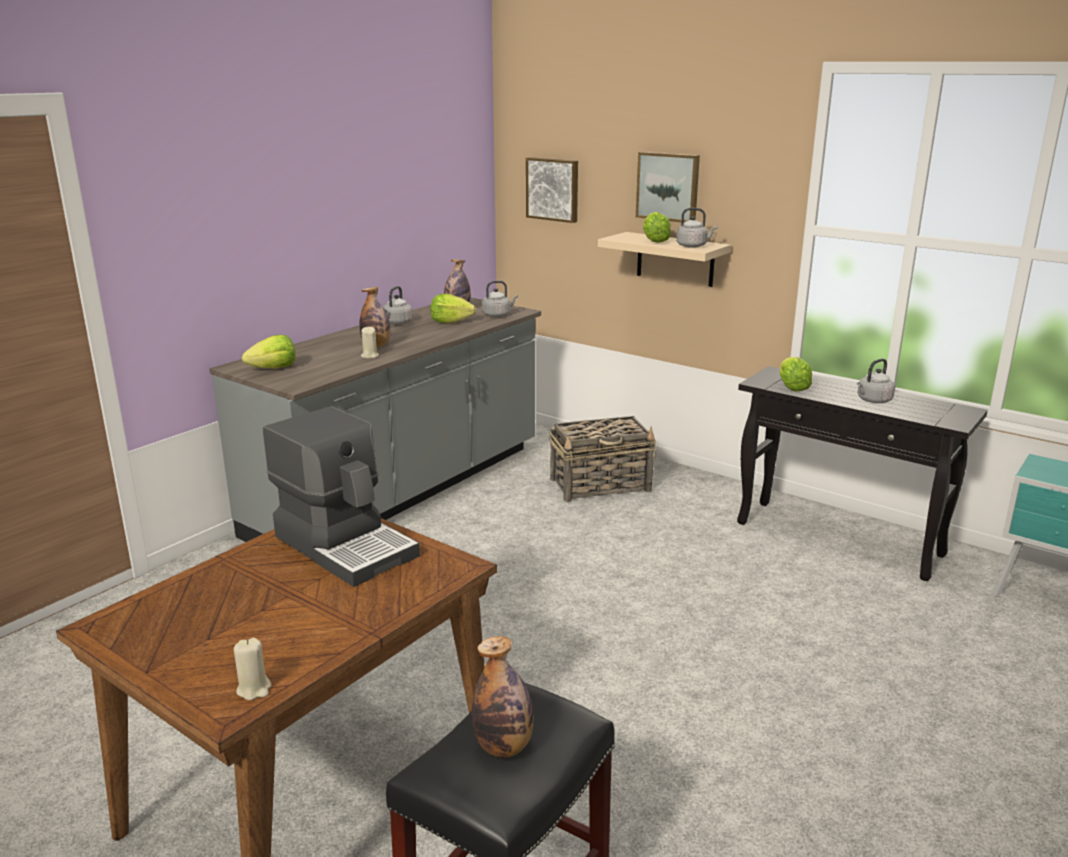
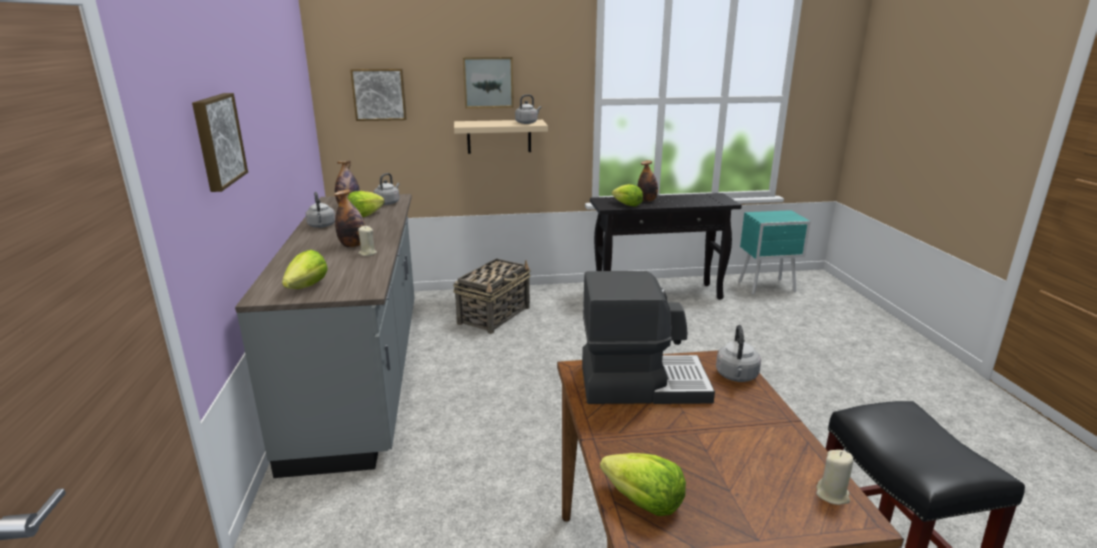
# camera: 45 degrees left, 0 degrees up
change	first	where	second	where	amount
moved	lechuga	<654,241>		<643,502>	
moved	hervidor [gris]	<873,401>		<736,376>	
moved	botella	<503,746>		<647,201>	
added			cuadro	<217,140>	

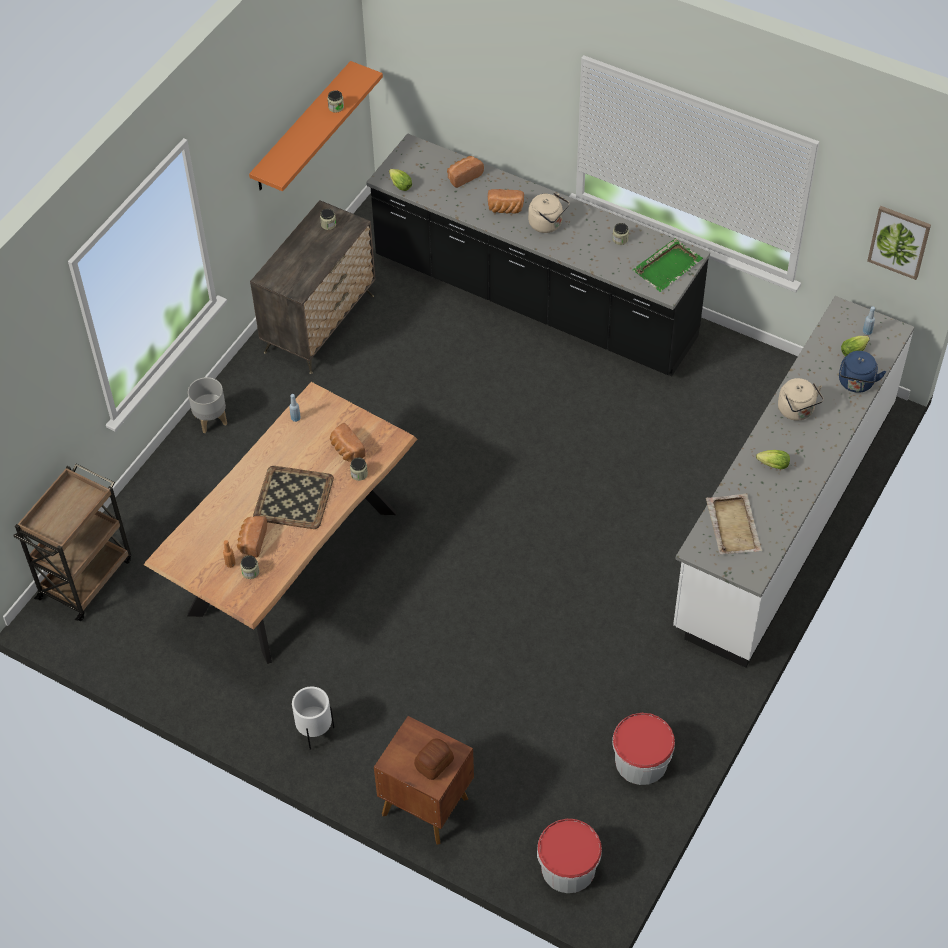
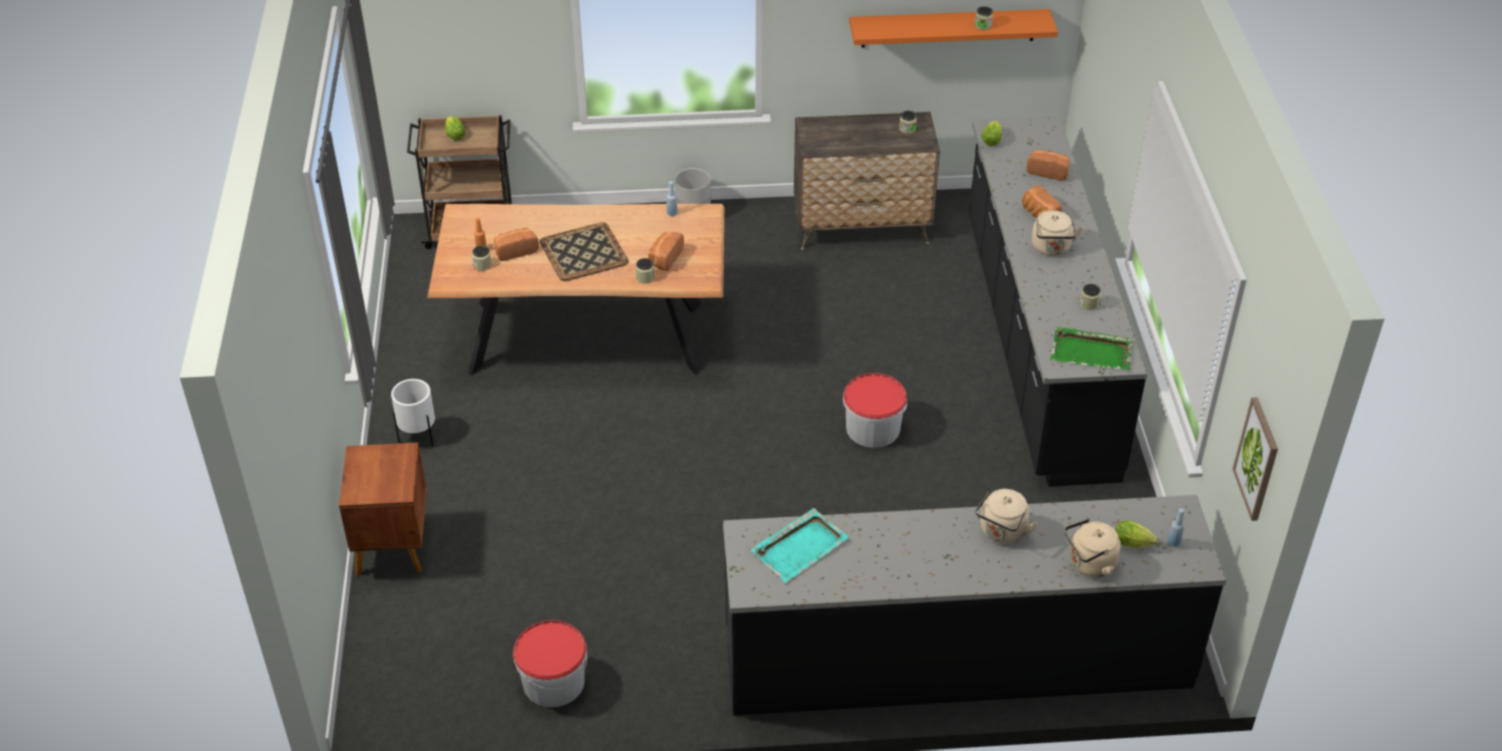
# camera: 55 degrees right, 10 degrees down
change	first	where	second	where	amount
recoloured	mueble bajo de cocina [blanco]	<784,515>	mueble bajo de cocina [negro]	<956,659>	
recoloured	hervidor [azul]	<856,384>	hervidor [beis]	<1089,564>	
moved	lechuga	<771,465>		<454,134>	
recoloured	bandeja [beis]	<733,525>	bandeja [turquesa]	<800,547>	
removed	pan	<433,763>			
moved	cubo	<568,868>		<873,428>	

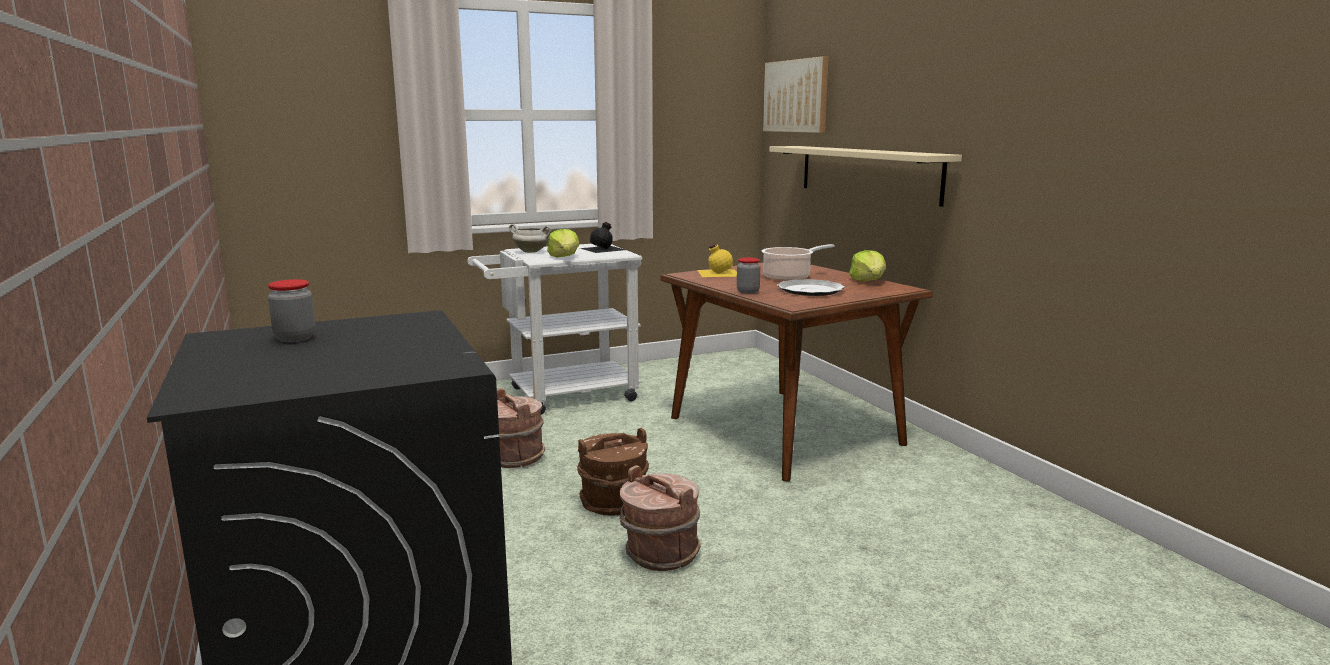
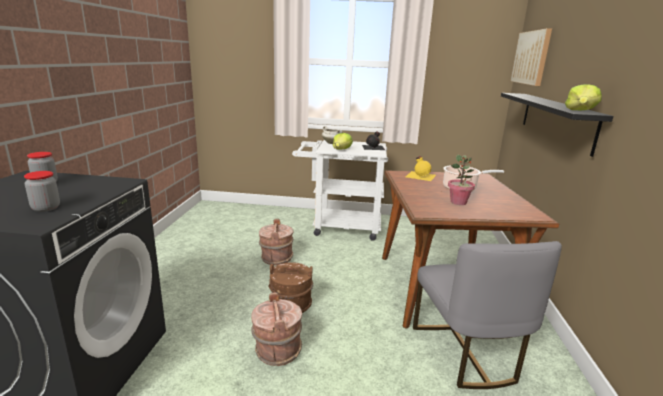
# camera: 30 degrees right, 5 degrees up
change	first	where	second	where	amount
recoloured	estante [beis]	<867,173>	estante [negro]	<555,120>	
moved	lechuga	<868,281>		<580,111>	
moved	tarro	<748,291>		<46,208>	
replaced	plato	<811,290>	planta en maceta	<458,202>	
added			silla [gris]	<467,353>	

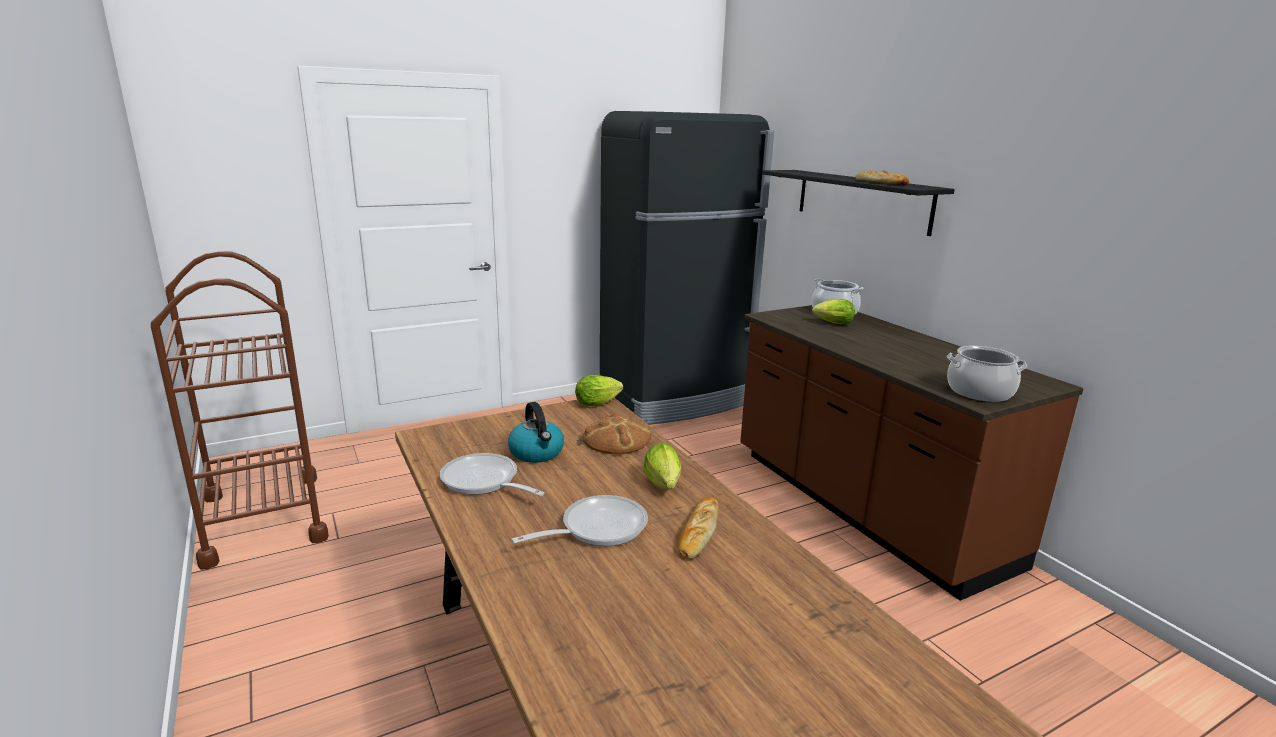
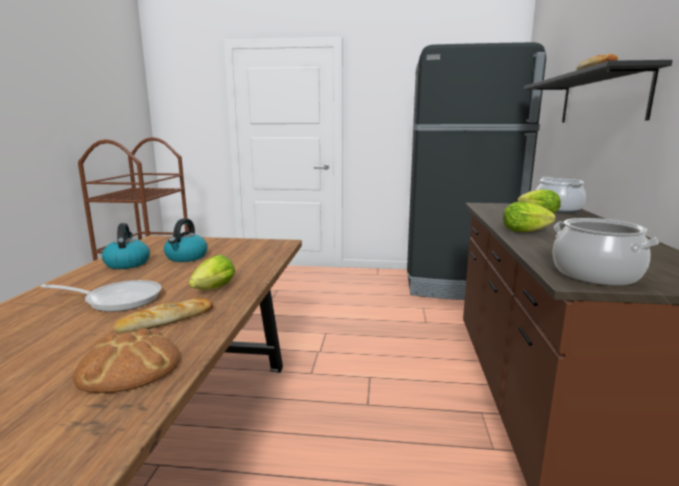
# camera: 35 degrees right, 5 degrees down
change	first	where	second	where	amount
moved	lechuga	<599,403>		<527,231>	
moved	pan	<616,440>		<129,367>	
replaced	sartén	<484,482>	hervidor	<127,263>	

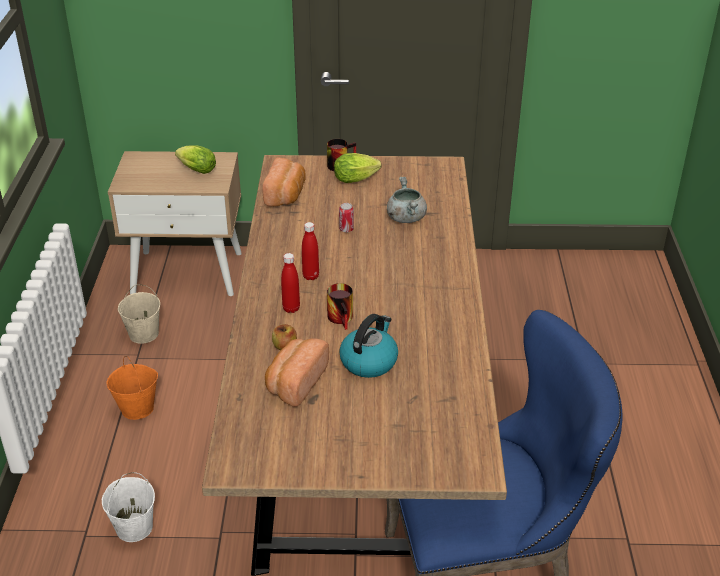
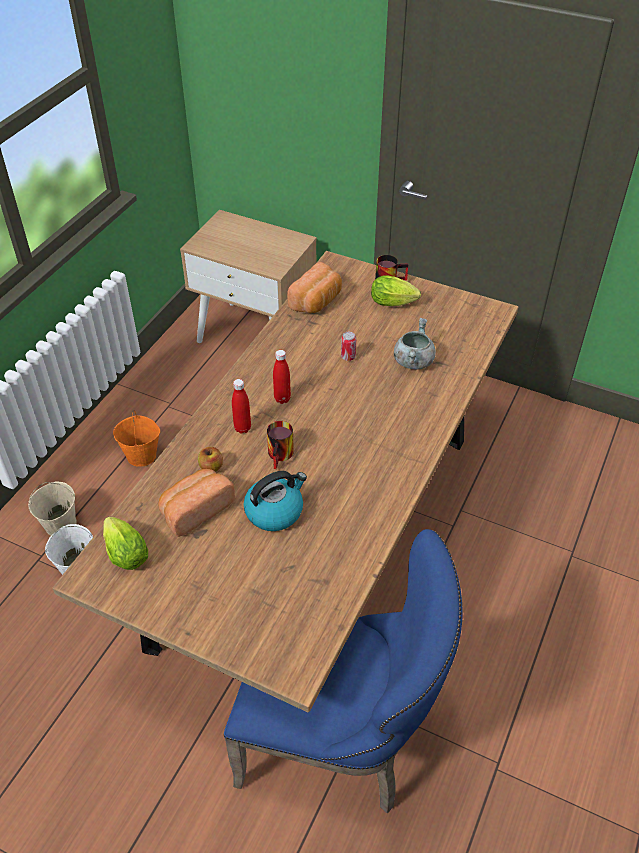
# camera: 25 degrees right, 10 degrees up
change	first	where	second	where	amount
moved	lechuga	<195,170>		<124,552>	
moved	cubo [beis]	<143,334>		<60,524>	

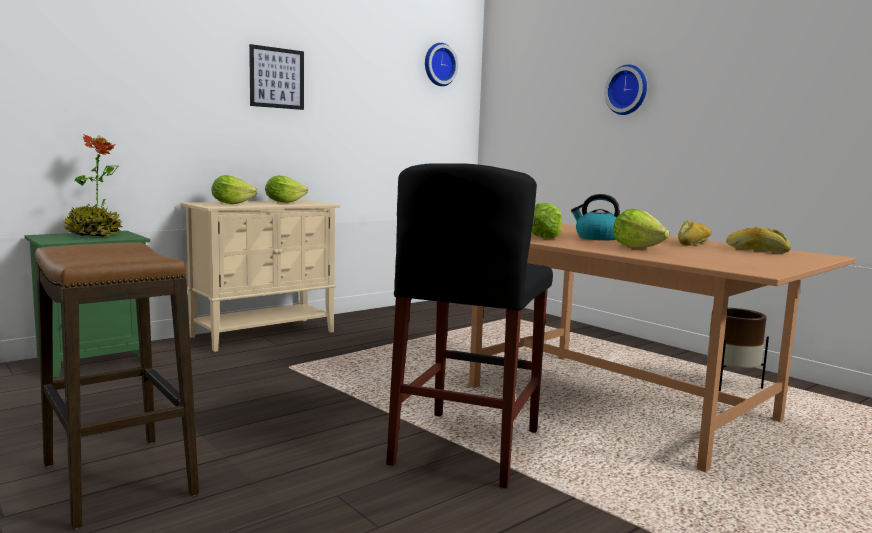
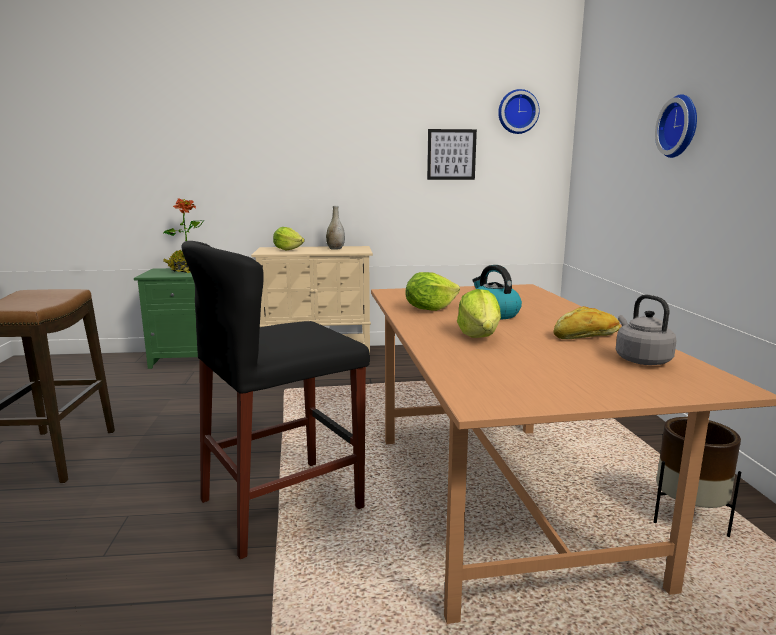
# camera: 35 degrees right, 5 degrees up
change	first	where	second	where	amount
moved	cuadro	<277,78>		<451,154>	
replaced	lechuga	<284,202>	florero [gris]	<335,249>	
replaced	pan	<756,250>	hervidor [gris]	<640,359>	

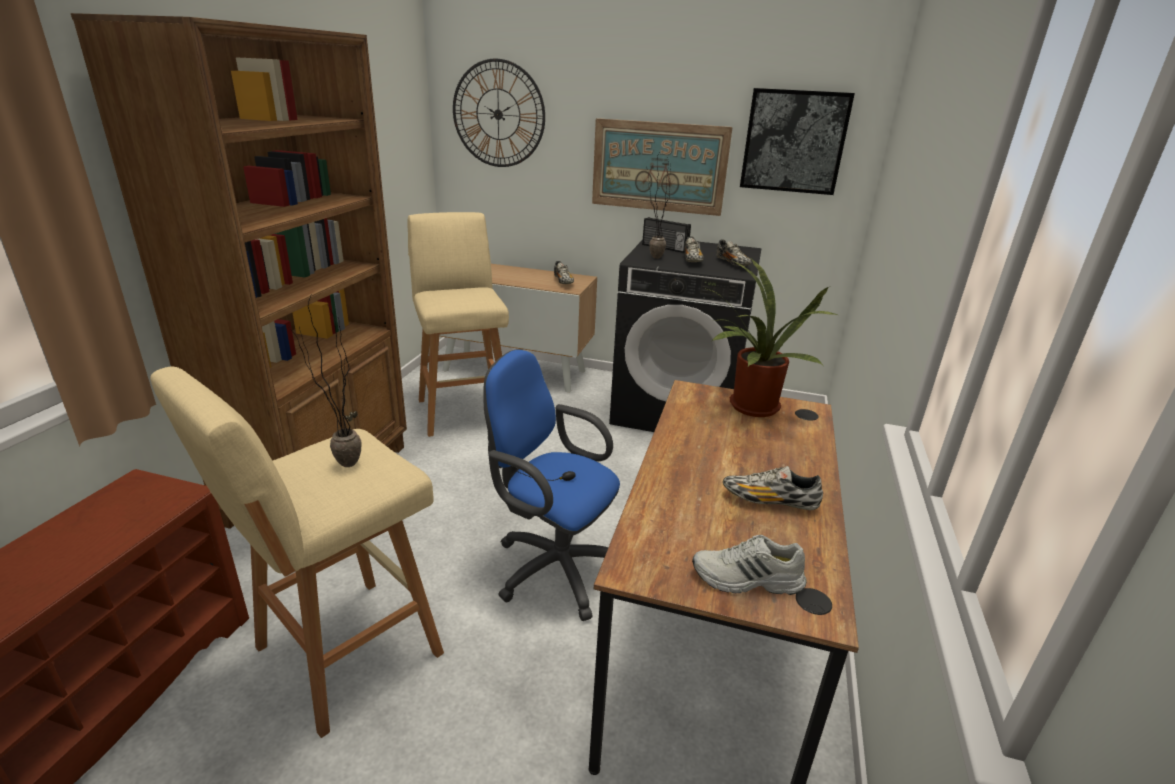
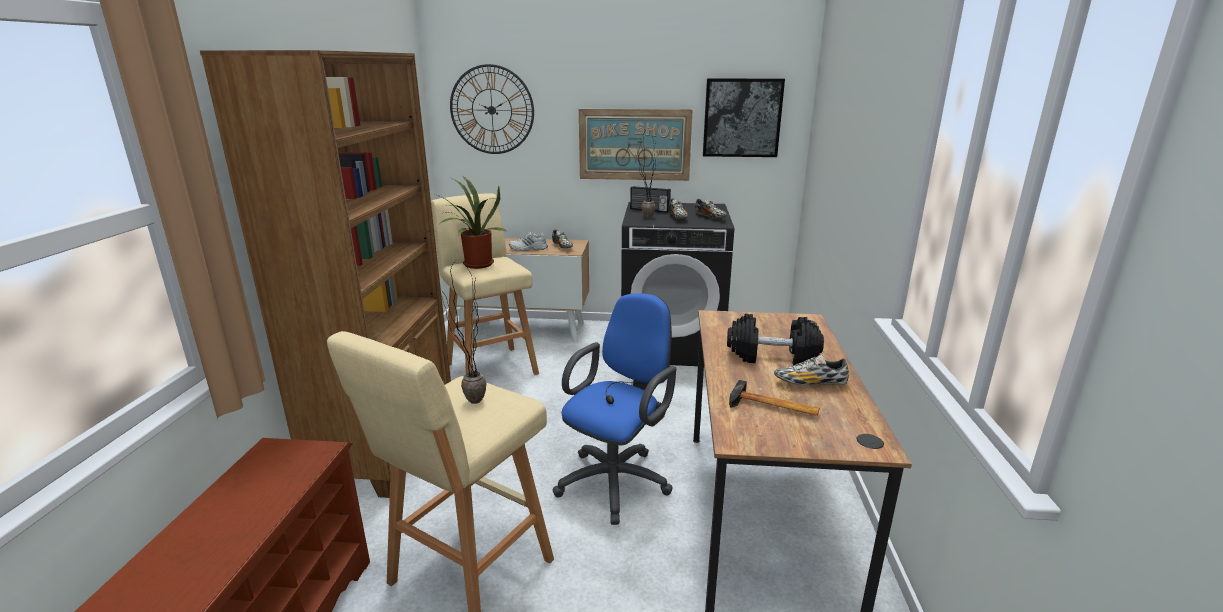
# camera: 10 degrees left, 5 degrees down
change	first	where	second	where	amount
moved	planta en maceta	<749,408>		<475,265>	
turned	silla de oficina [azul]	<553,566>		<617,479>	105 degrees clockwise
moved	zapato [blanco]	<747,580>		<528,249>	
added			mancuerna [negro]	<772,356>	
added			martillo	<773,407>	

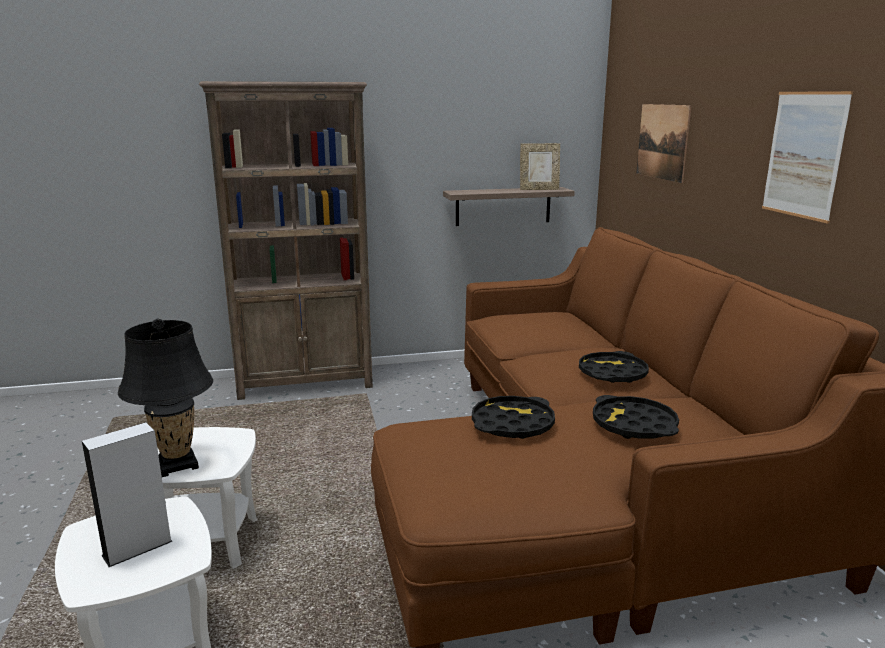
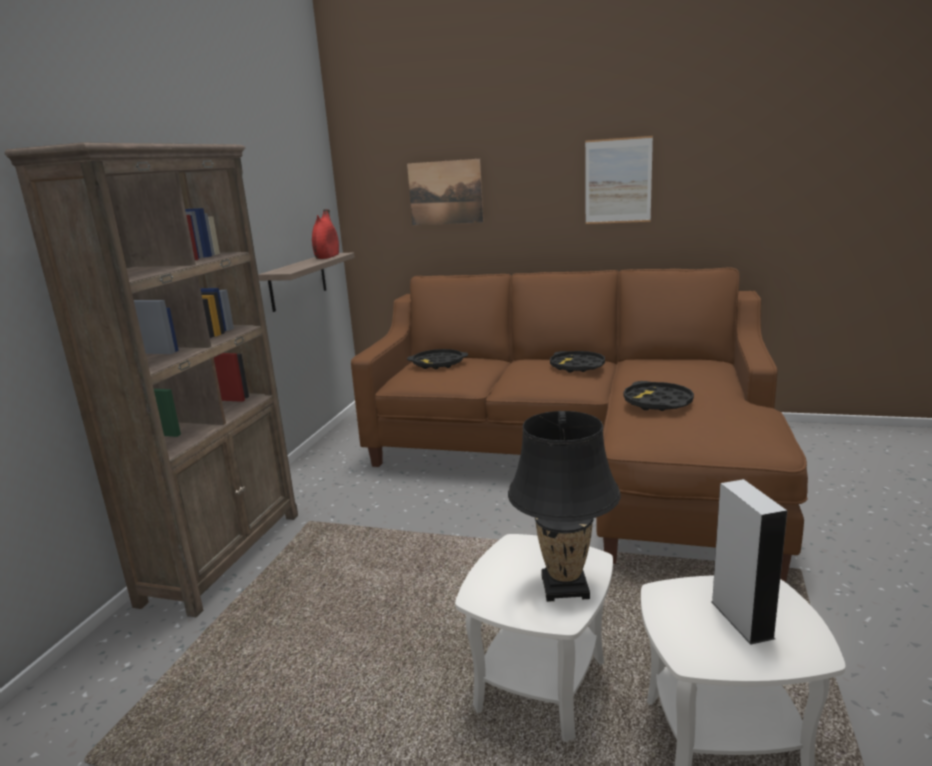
# camera: 60 degrees left, 0 degrees up
change	first	where	second	where	amount
replaced	portarretratos	<539,189>	florero [rojo]	<327,257>	
moved	bandeja [negro]	<634,425>		<438,363>	

